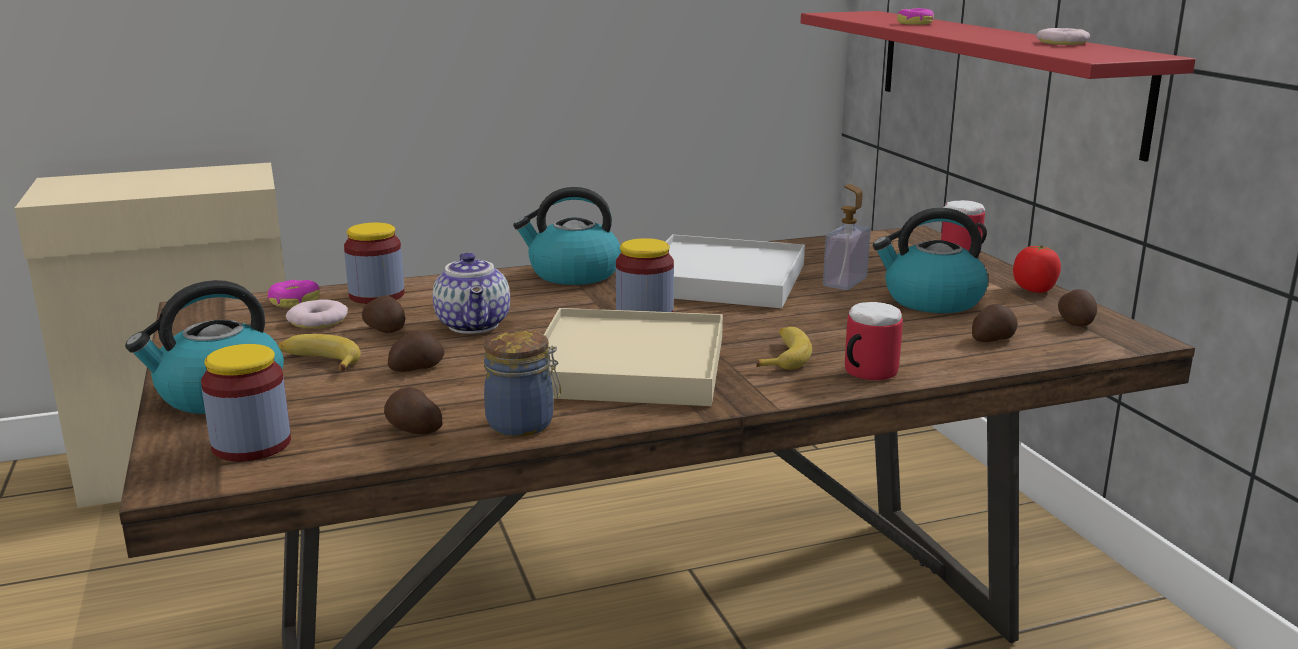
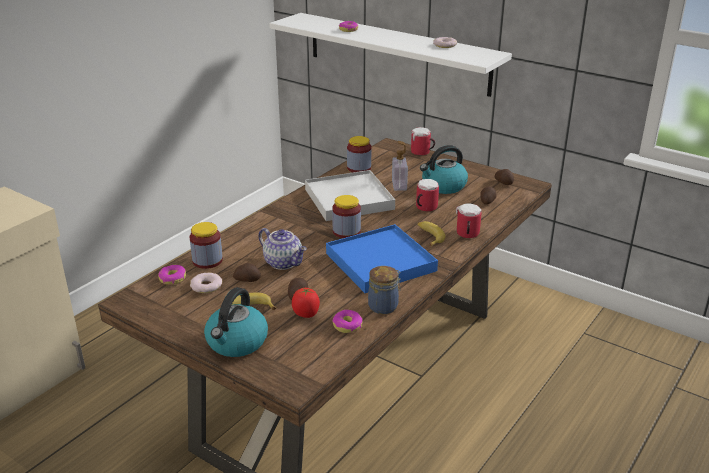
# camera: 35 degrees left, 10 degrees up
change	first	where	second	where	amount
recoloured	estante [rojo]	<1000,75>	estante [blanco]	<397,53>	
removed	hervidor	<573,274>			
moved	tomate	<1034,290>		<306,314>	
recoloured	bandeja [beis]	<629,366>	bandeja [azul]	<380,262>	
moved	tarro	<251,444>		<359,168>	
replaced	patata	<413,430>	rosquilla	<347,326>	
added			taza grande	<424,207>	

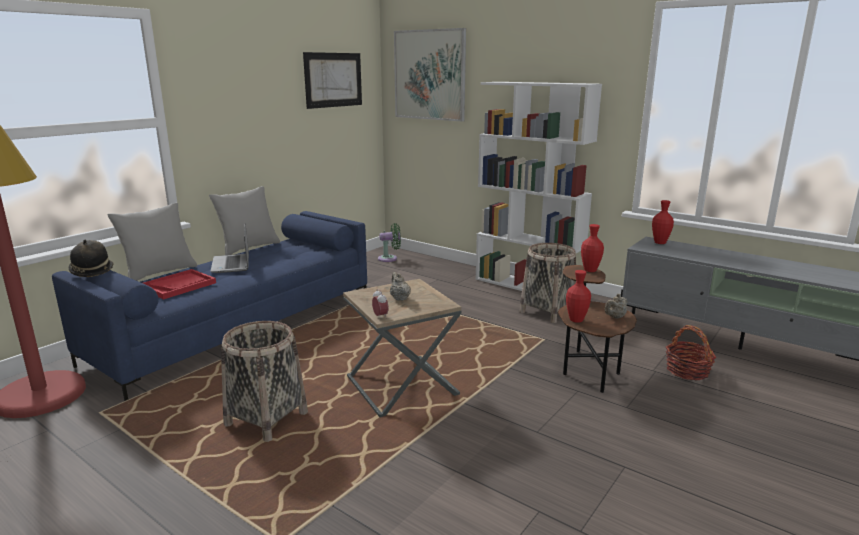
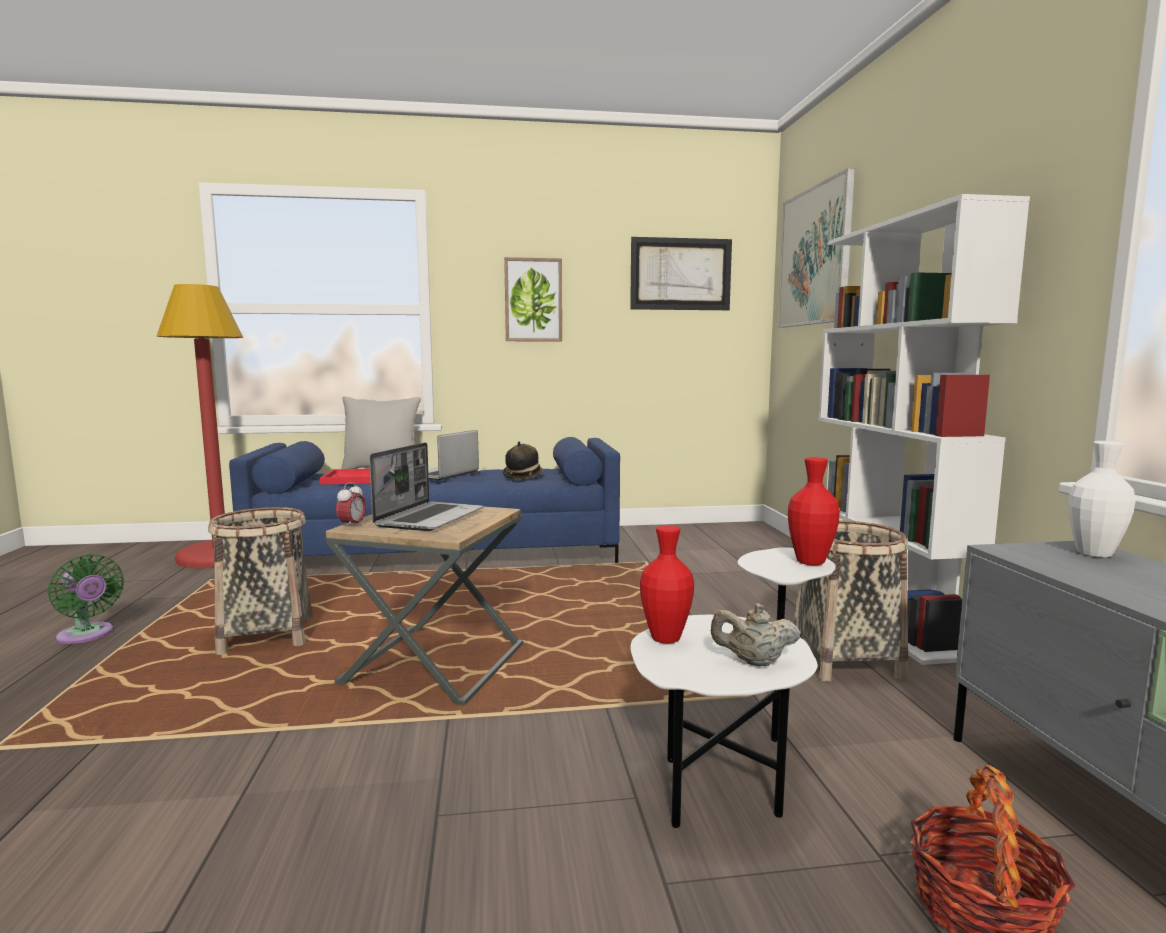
# camera: 45 degrees right, 10 degrees down
change	first	where	second	where	amount
removed	cojín [gris]	<248,248>			
recoloured	florero [rojo]	<660,243>	florero [blanco]	<1094,554>	
moved	ventilador [verde]	<390,258>		<87,635>	
moved	sombrero	<92,271>		<523,476>	
recoloured	mesa auxiliar [marrón]	<587,368>	mesa auxiliar [blanco]	<734,772>	
replaced	tetera [beis]	<399,298>	portátil	<430,518>	
added			cuadro	<533,300>	

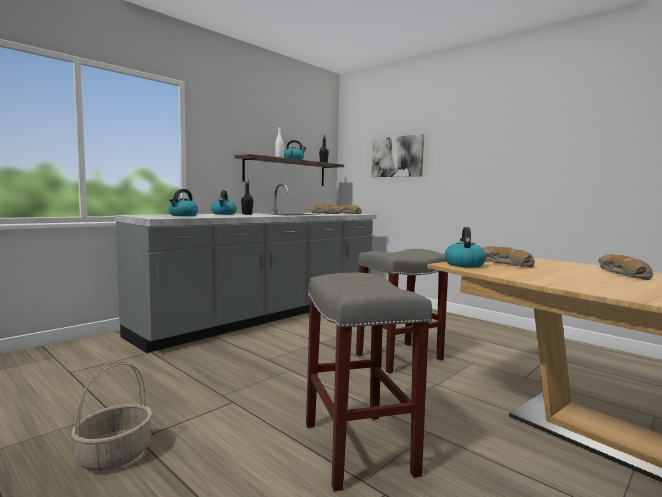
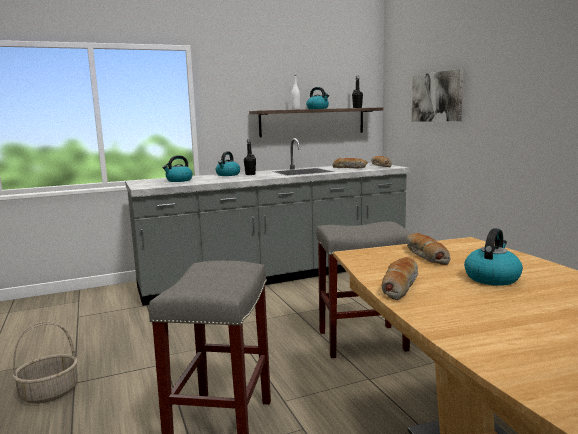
# camera: 25 degrees right, 5 degrees up
change	first	where	second	where	amount
moved	hervidor	<464,264>		<492,278>	
moved	pan	<621,274>		<399,285>	

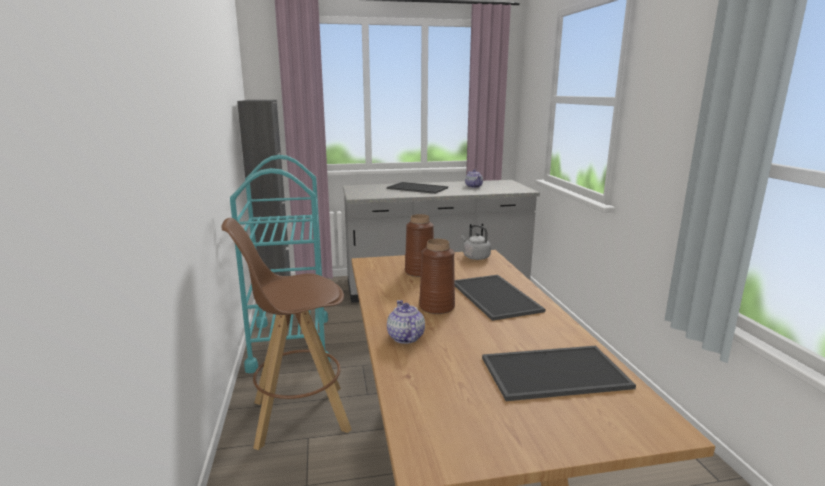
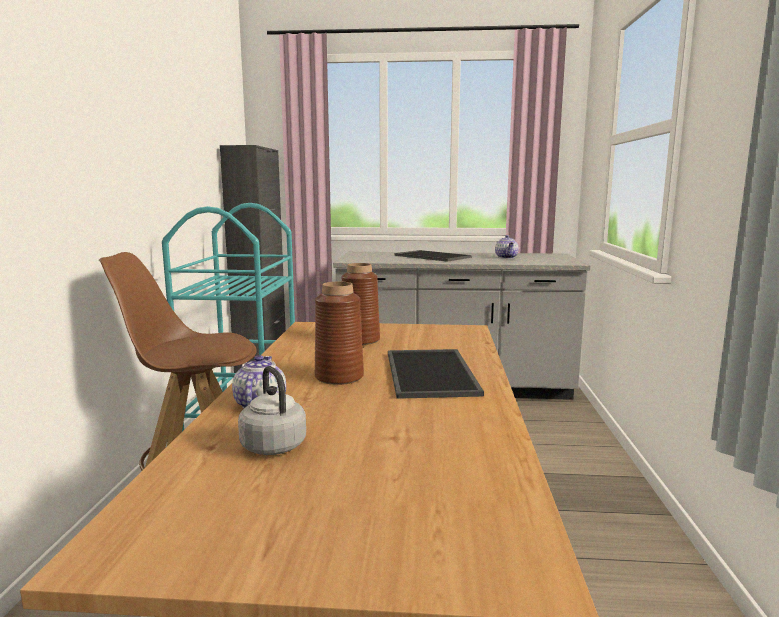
# camera: 15 degrees right, 5 degrees down
change	first	where	second	where	amount
moved	hervidor [gris]	<475,257>		<272,444>	
removed	bandeja	<554,374>			

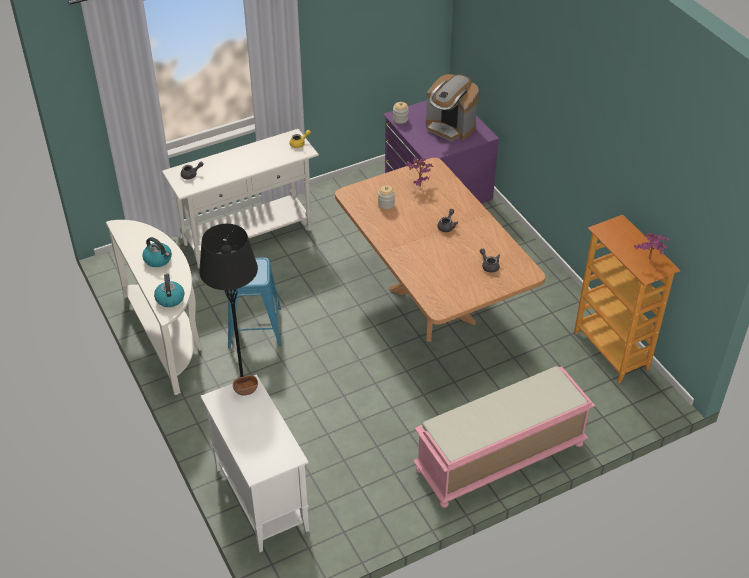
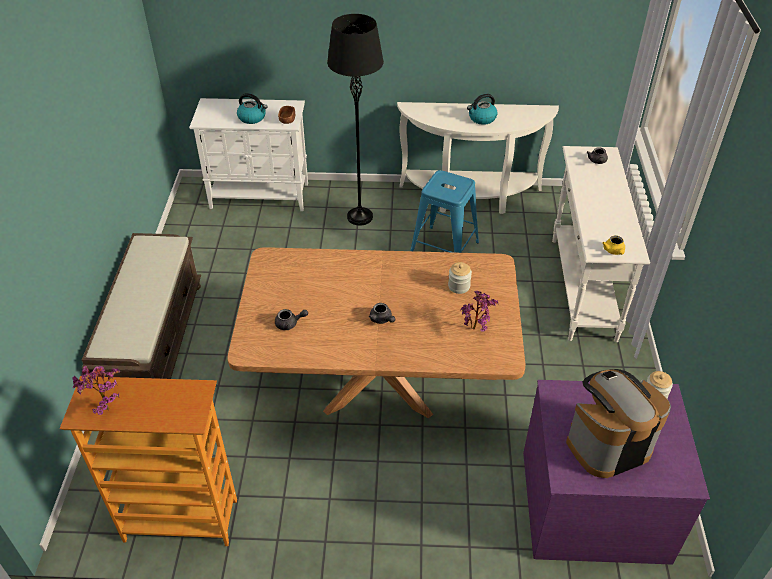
# camera: 120 degrees right, 0 degrees up
change	first	where	second	where	amount
moved	hervidor	<170,298>		<252,118>	
recoloured	banco [rosa]	<500,458>	banco [marrón]	<154,343>	

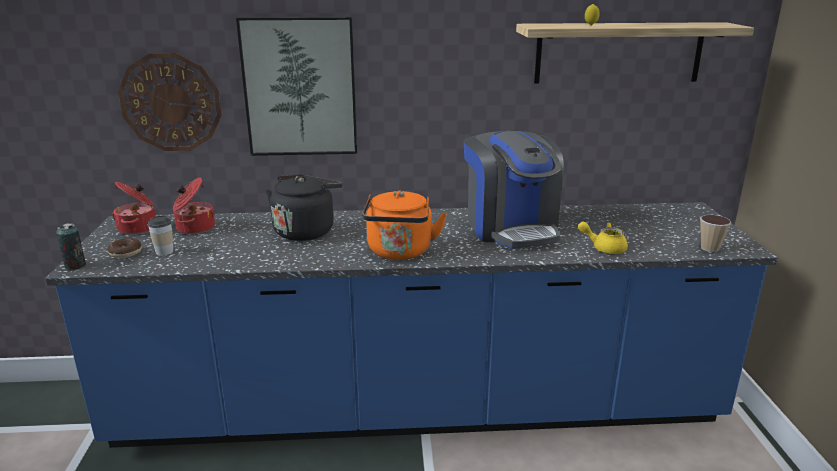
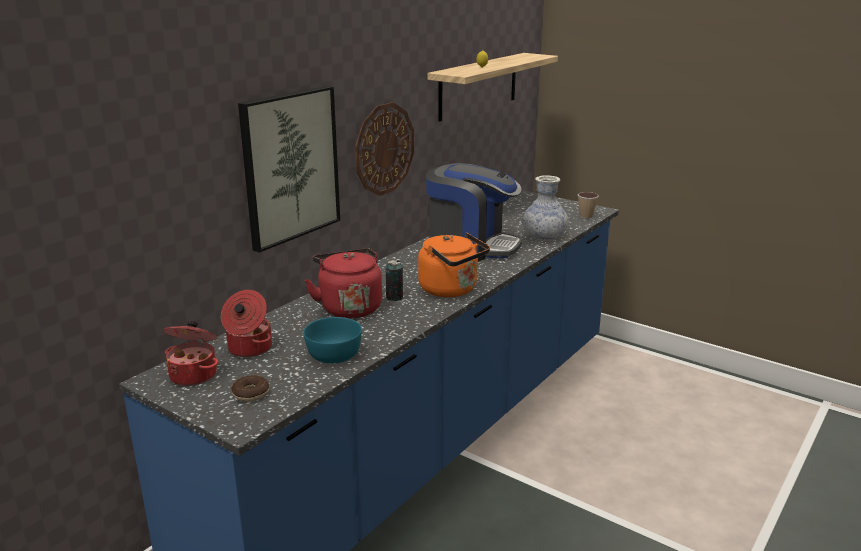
# camera: 50 degrees left, 0 degrees up
change	first	where	second	where	amount
moved	reloj de pared	<171,102>		<384,149>	
recoloured	hervidor [negro]	<306,231>	hervidor [rojo]	<349,307>	
removed	taza	<164,251>			
replaced	tetera [amarillo]	<604,248>	florero	<544,237>	
moved	lata	<75,266>		<394,298>	
added			cuenco [turquesa]	<333,355>	

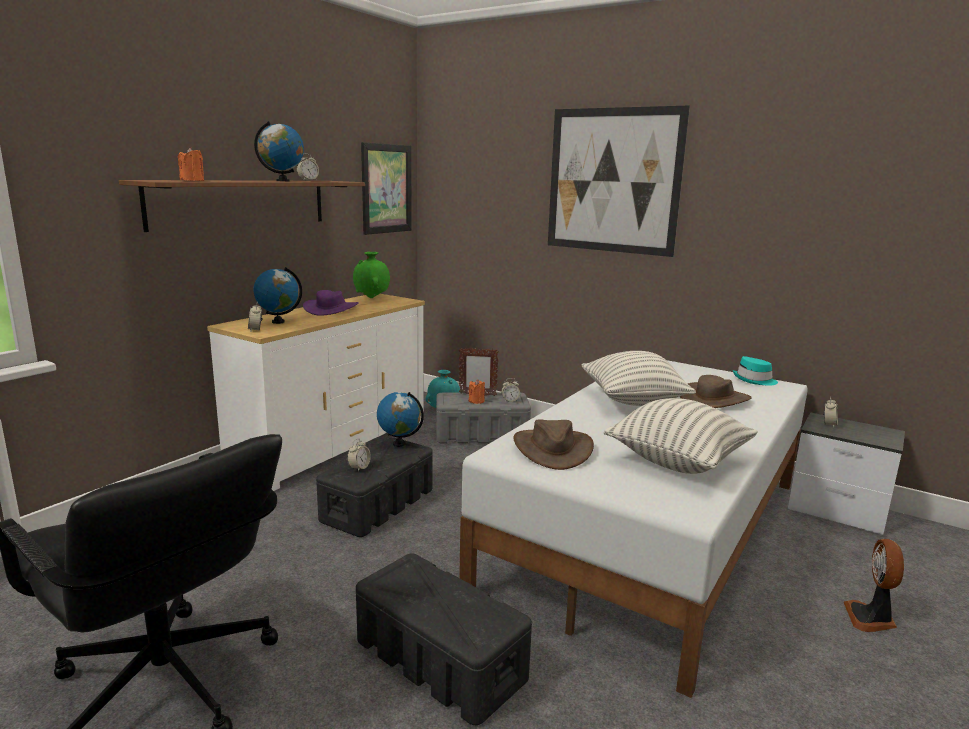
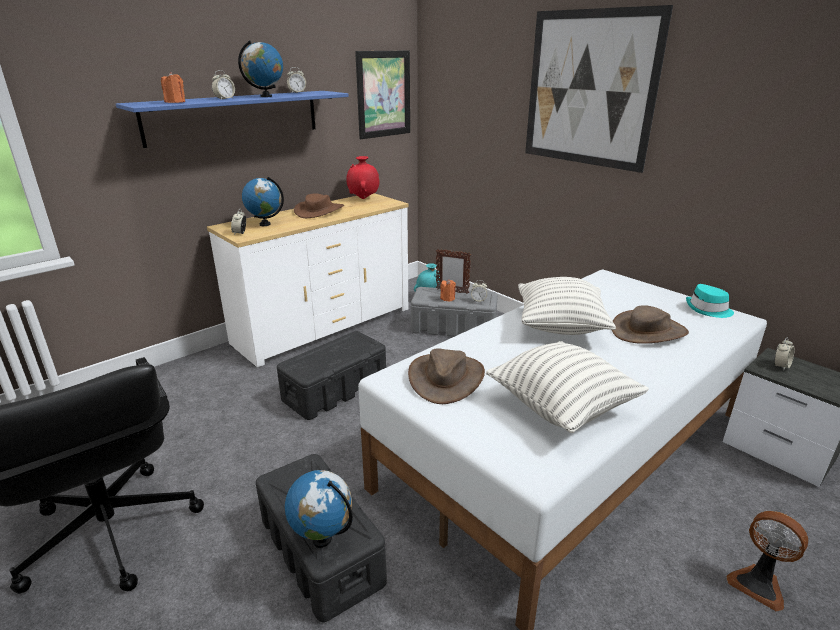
# camera: 15 degrees right, 10 degrees up
change	first	where	second	where	amount
recoloured	estante [marrón]	<241,203>	estante [azul]	<234,117>	
recoloured	florero [verde]	<372,298>	florero [rojo]	<363,198>	
recoloured	sombrero [morado]	<331,309>	sombrero [marrón]	<319,211>	
moved	globo terráqueo	<399,443>		<323,539>	
moved	despertador	<359,468>		<225,99>	
turned	ventilador	<871,618>		<758,584>	75 degrees counterclockwise

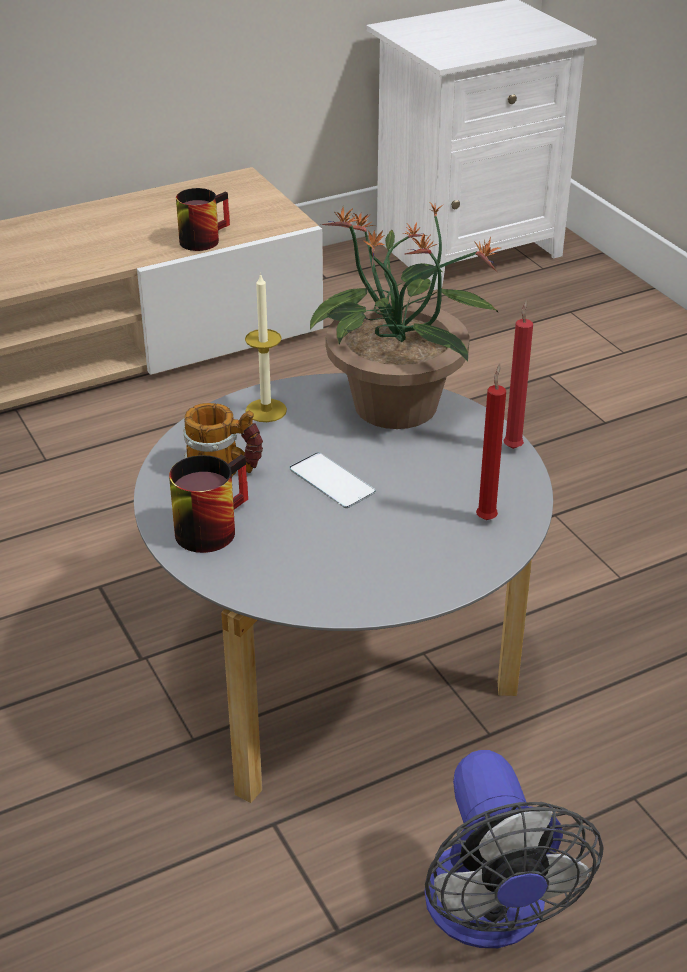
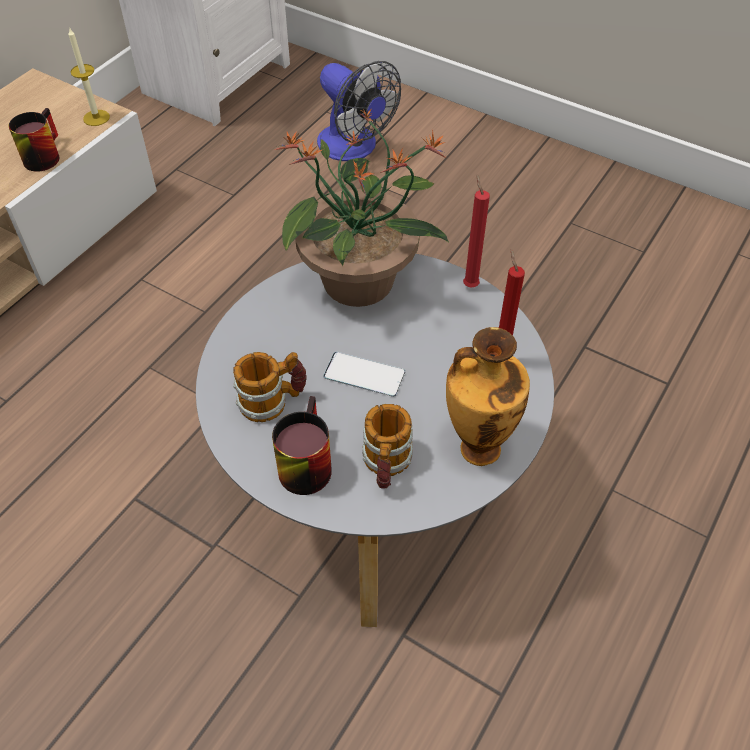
# camera: 30 degrees left, 15 degrees up
change	first	where	second	where	amount
moved	vela	<266,410>		<96,118>	
moved	ventilador	<491,915>		<354,148>	
added			florero	<477,447>	
added			taza grande	<386,465>	

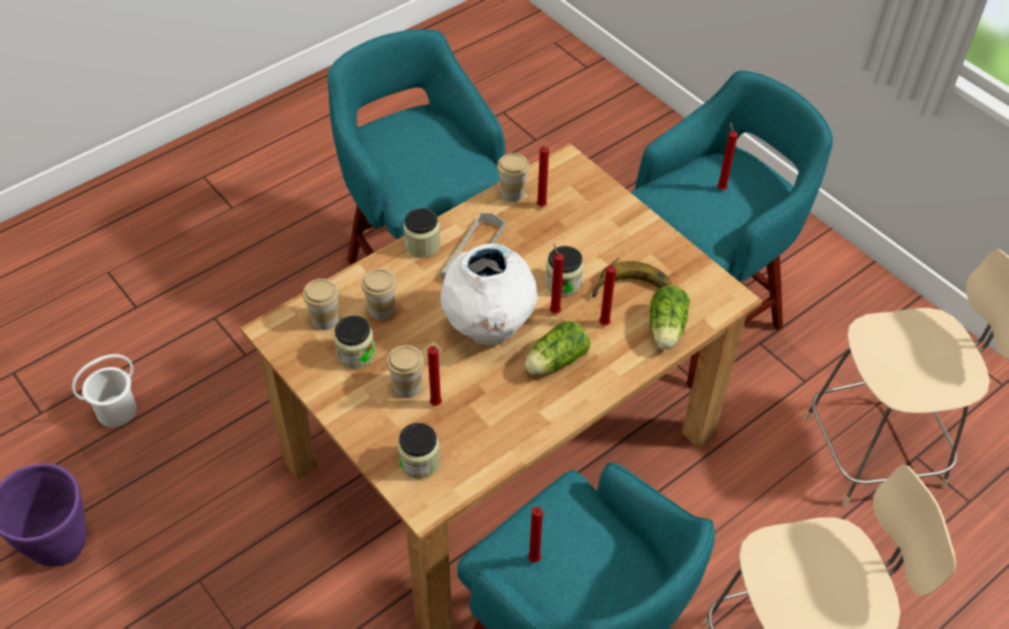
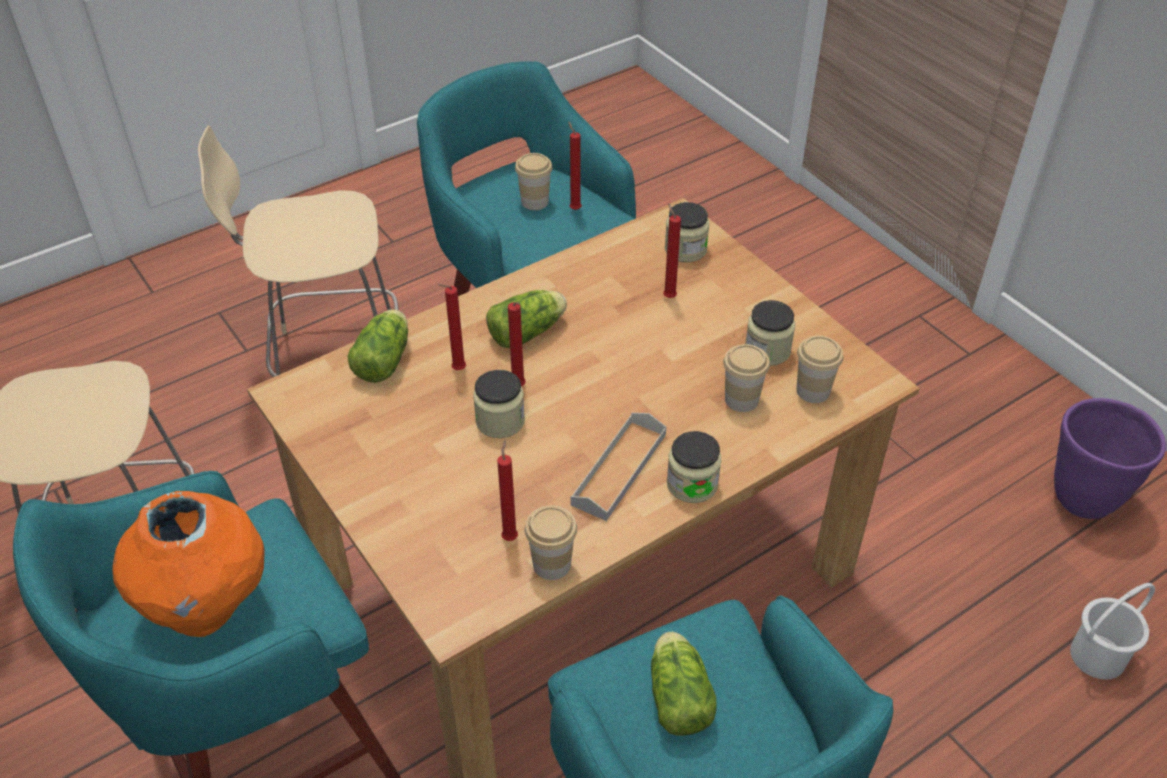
# camera: 175 degrees left, 5 degrees down
change	first	where	second	where	amount
replaced	vela [rojo]	<720,188>	florero [naranja]	<207,608>	
removed	florero [blanco]	<489,329>			
removed	plátano	<633,292>			
moved	taza	<407,386>		<534,201>	
added			lechuga	<678,695>	

